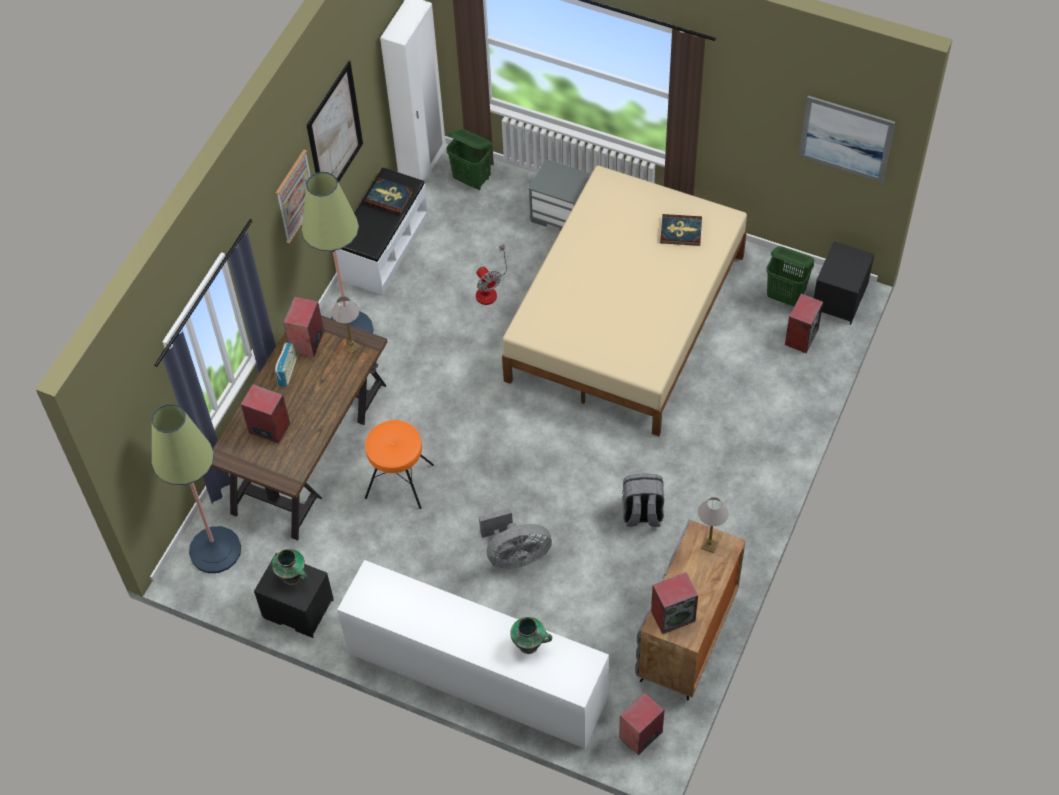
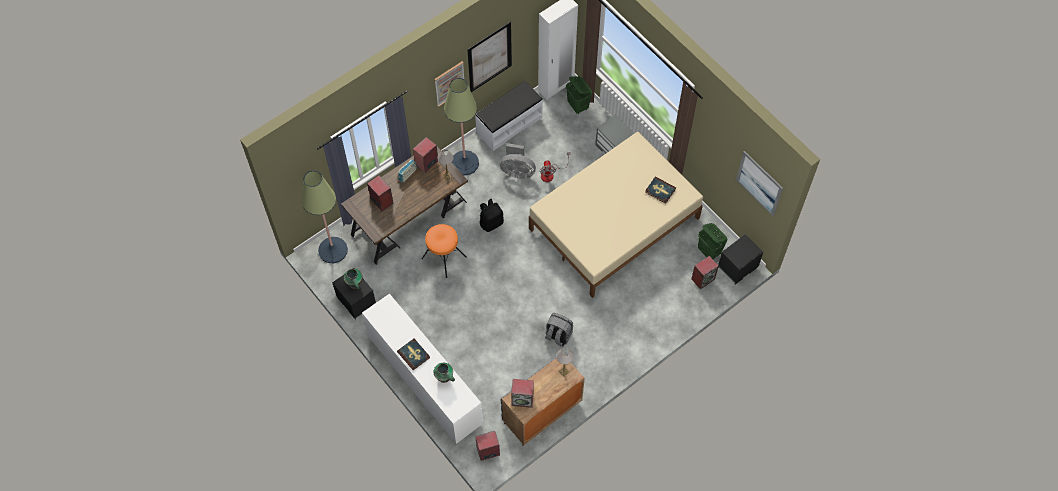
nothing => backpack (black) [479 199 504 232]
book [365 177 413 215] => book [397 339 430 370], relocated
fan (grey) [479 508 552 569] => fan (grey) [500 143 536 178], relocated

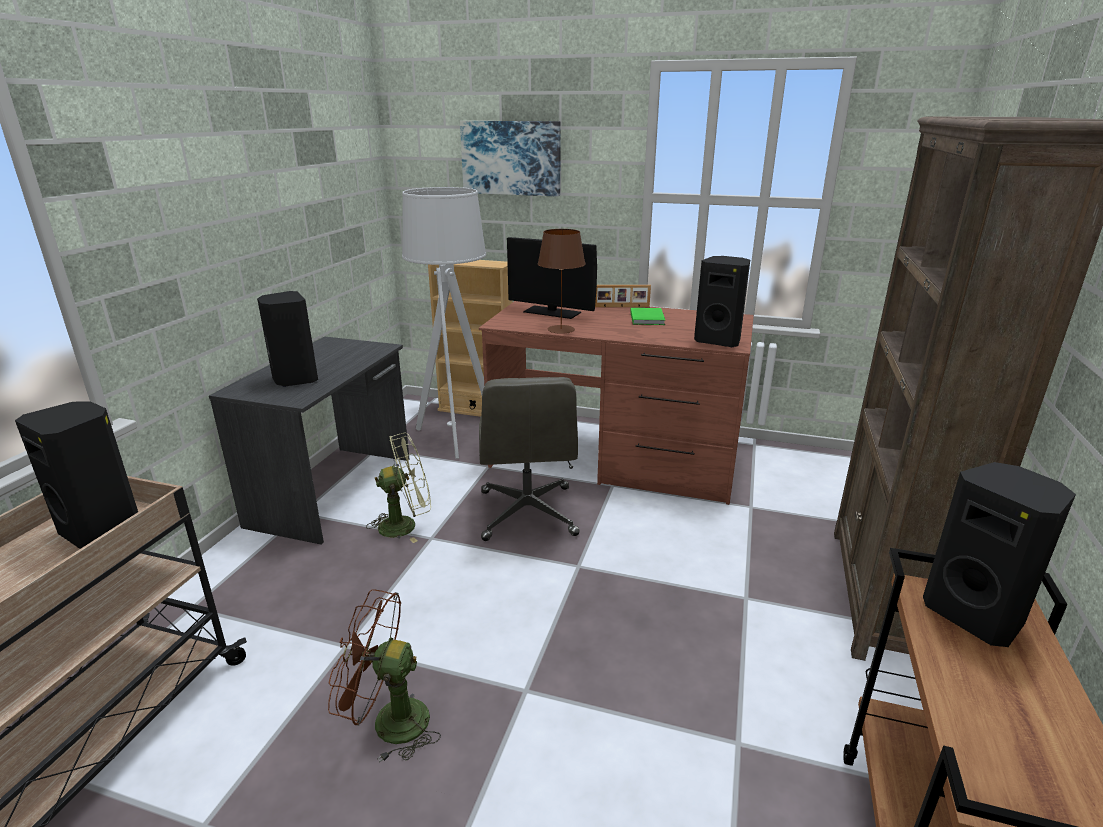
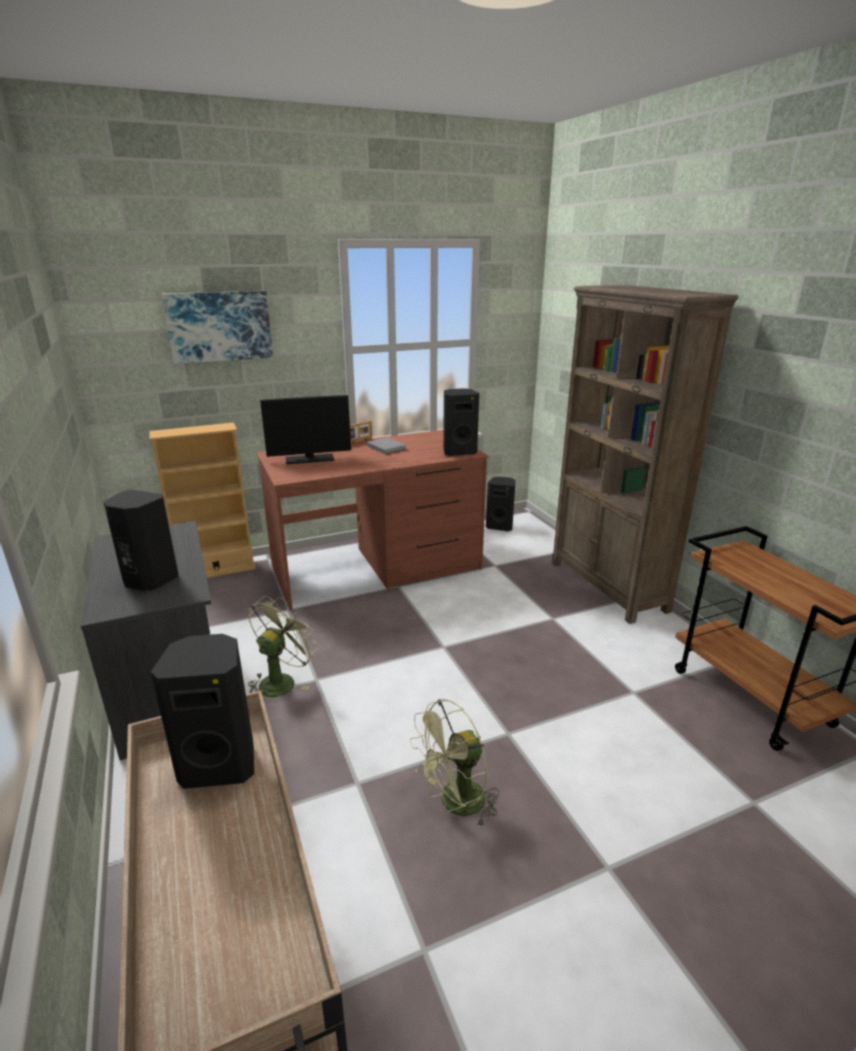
floor lamp (grey) [402 187 486 459] => nothing
office chair (grey) [479 377 580 541] => nothing
table lamp (brown) [538 229 586 334] => nothing
speaker (black) [923 462 1076 647] => speaker (black) [486 477 516 531], relocated
fan (brown) [328 589 441 762] => fan (green) [410 699 499 828]
book (green) [630 308 665 325] => book (grey) [367 438 407 454]

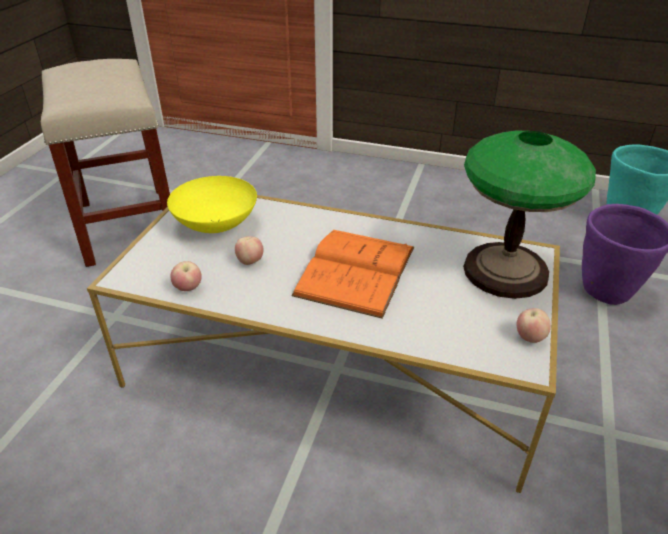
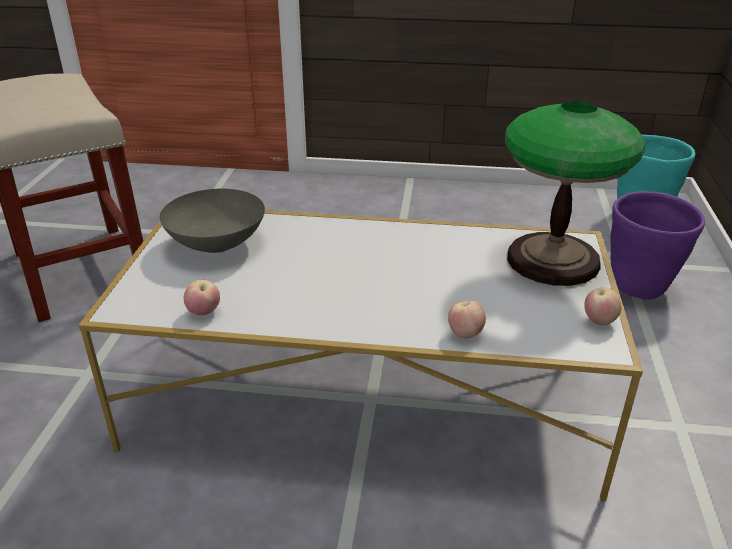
book (orange) [292 230 414 319] => nothing
apple [235 236 263 265] => apple [448 301 486 339], relocated
bowl (yellow) [167 176 257 233] => bowl (grey) [160 189 265 253]

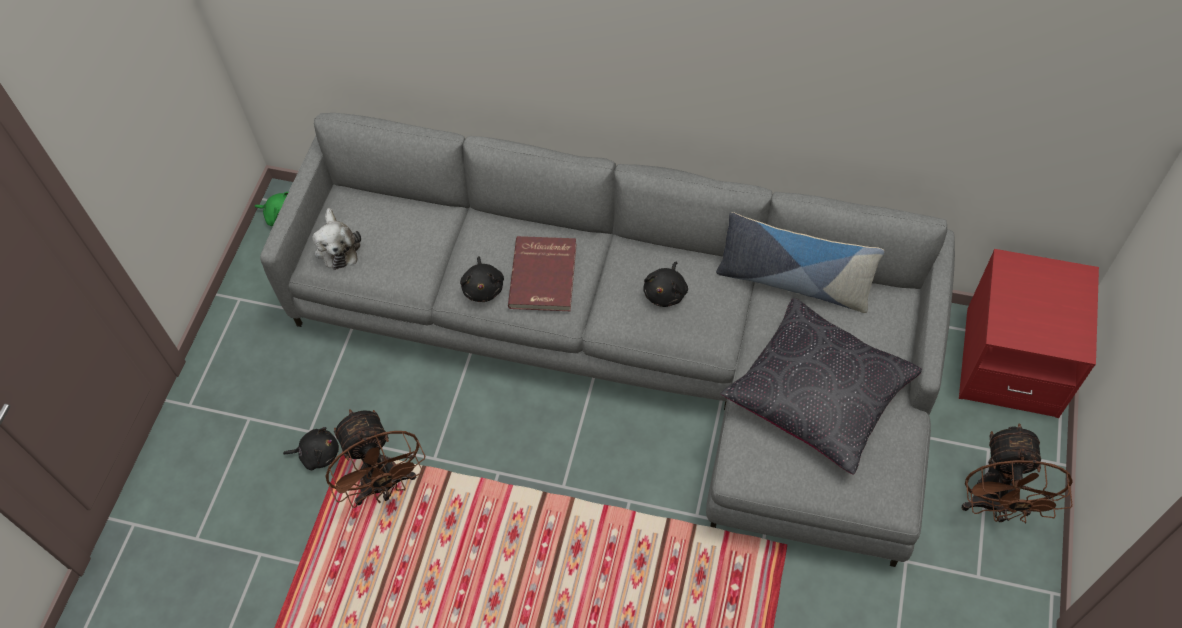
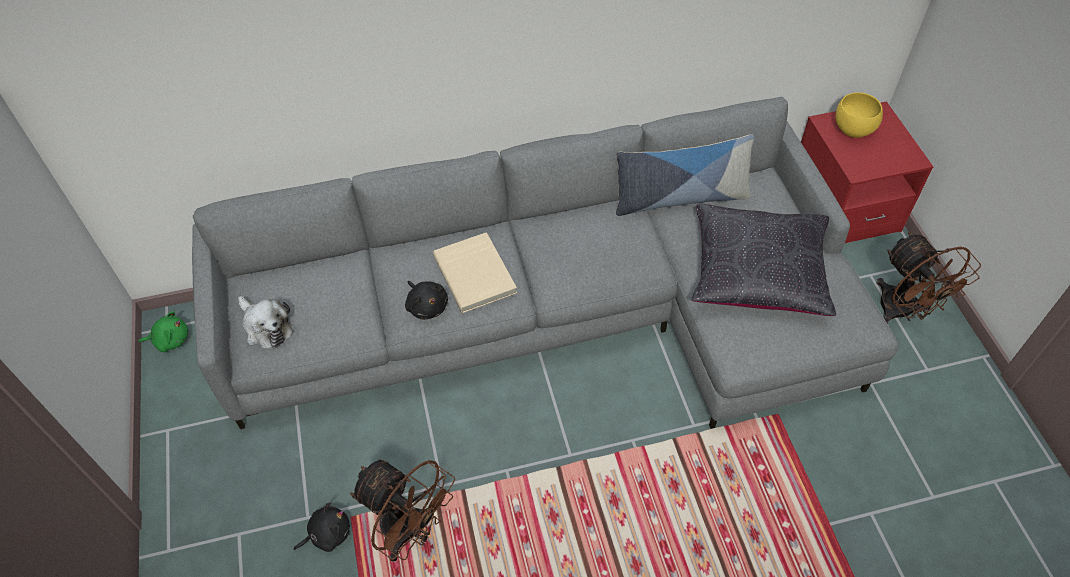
plush toy (black) [644 262 688 307] => nothing
nothing => bowl (yellow) [836 92 883 138]
book (red) [508 236 576 311] => book (beige) [433 232 517 313]

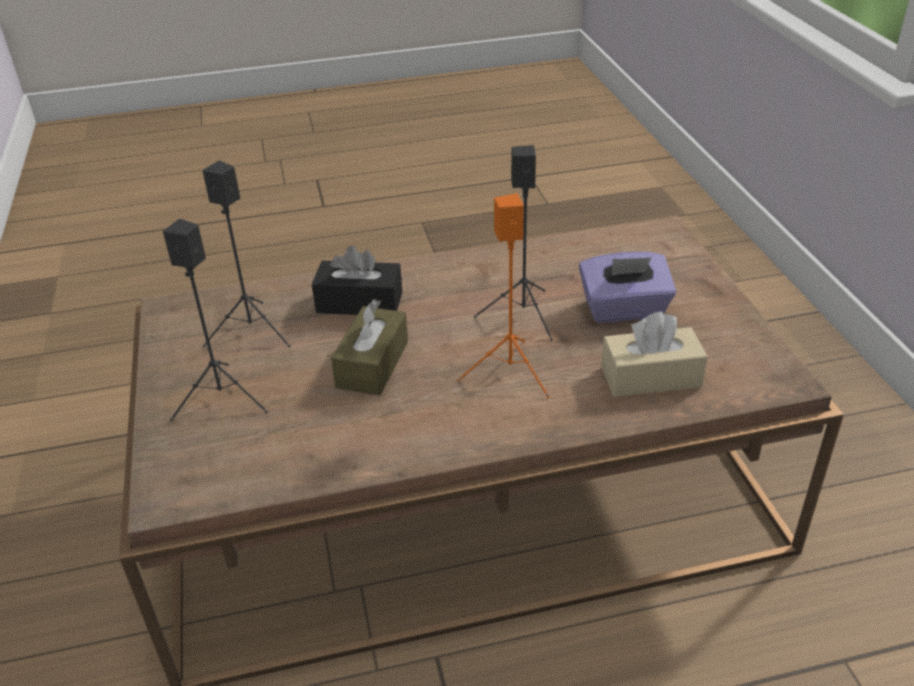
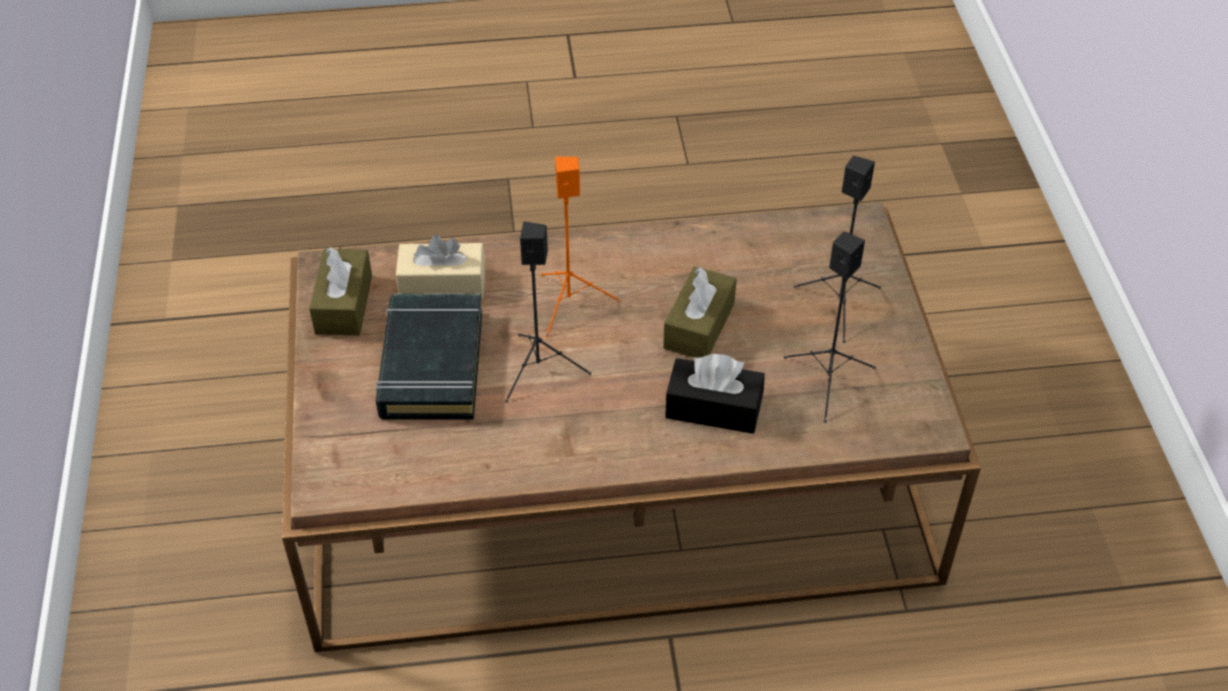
nothing => tissue box (brown) [309 247 372 335]
tissue box (purple) [579 252 676 323] => book (black) [375 294 482 420]

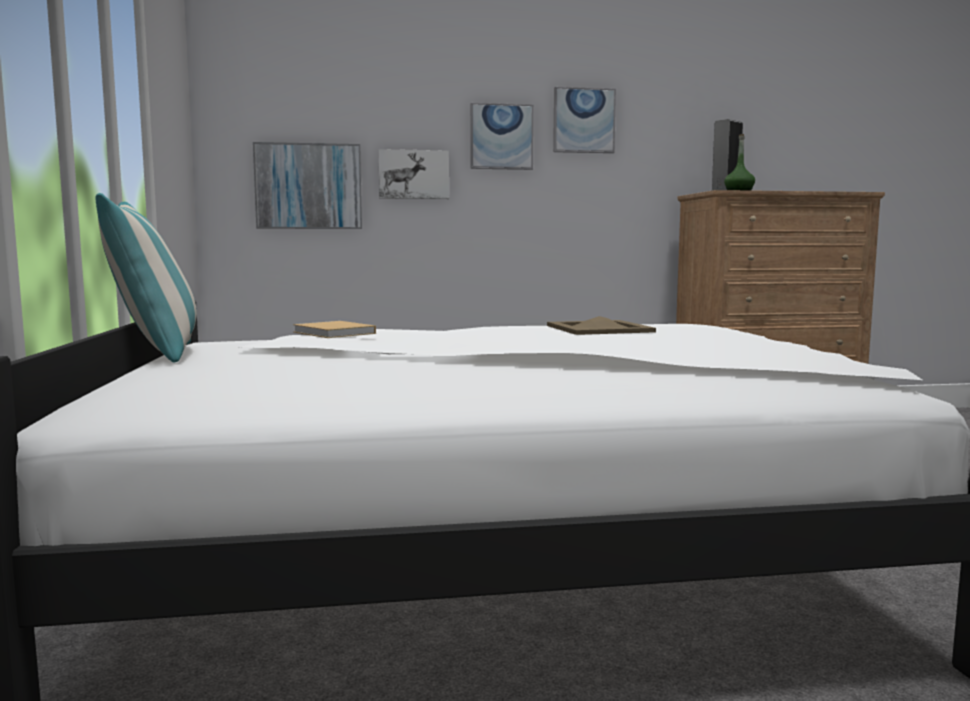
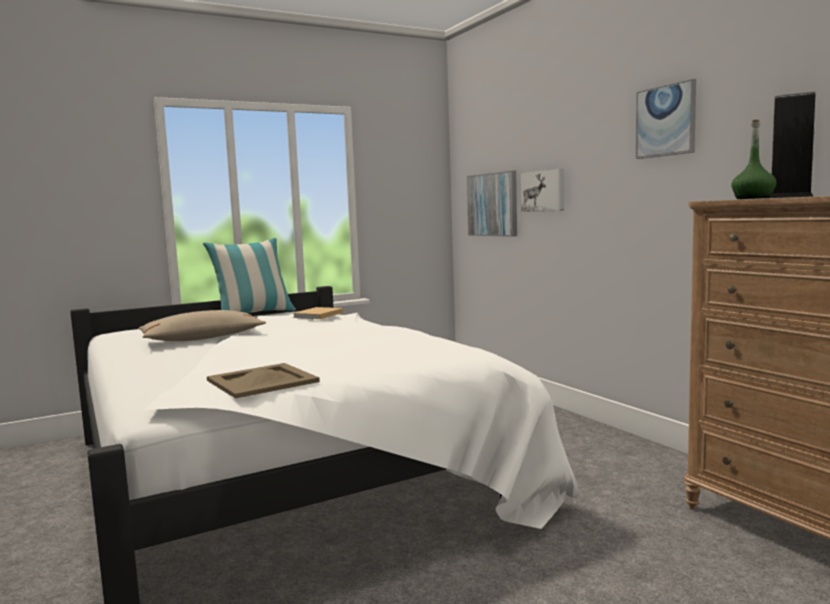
picture [470 103 534 170] => nothing
nothing => pillow (beige) [138 310 266 341]
tray (beige) [547 316 656 335] => tray (beige) [207 363 320 399], relocated

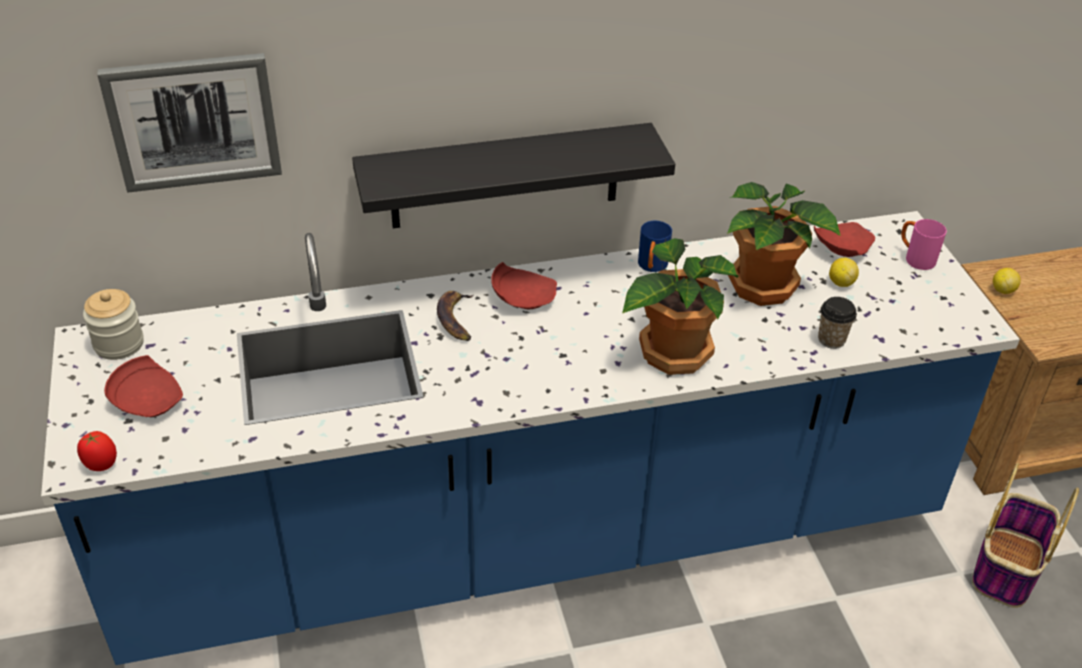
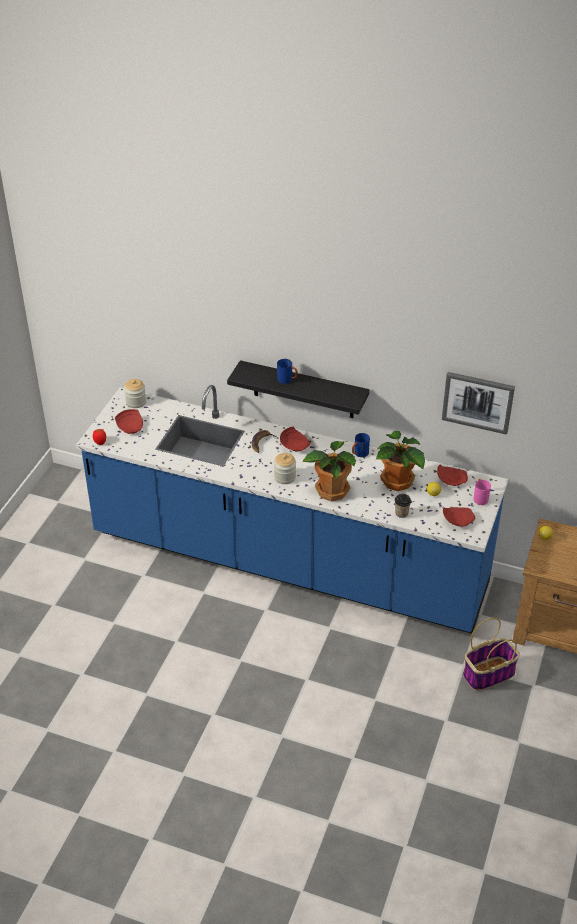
nothing => jar [274 453 296 484]
nothing => mug (blue) [277 359 298 384]
nothing => plate (red) [443 507 475 527]
picture [97 53 282 193] => picture [442 372 515 435], relocated

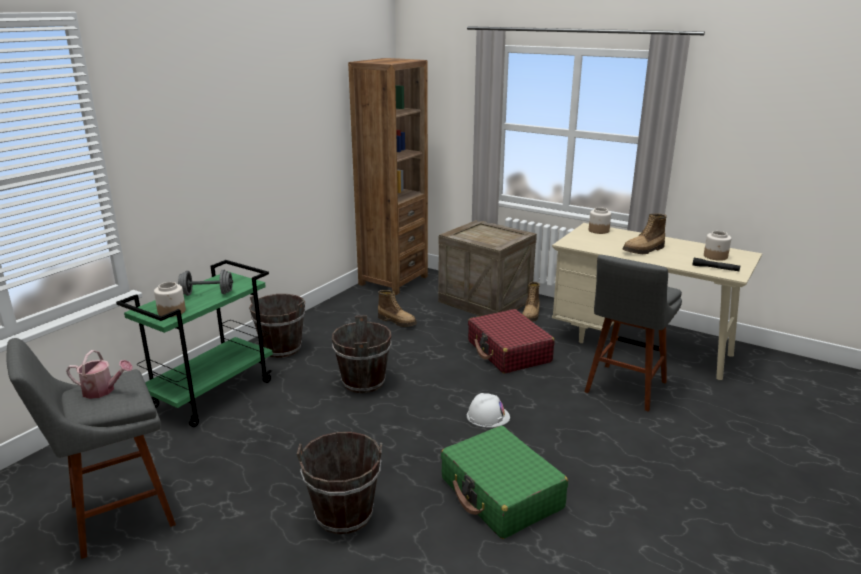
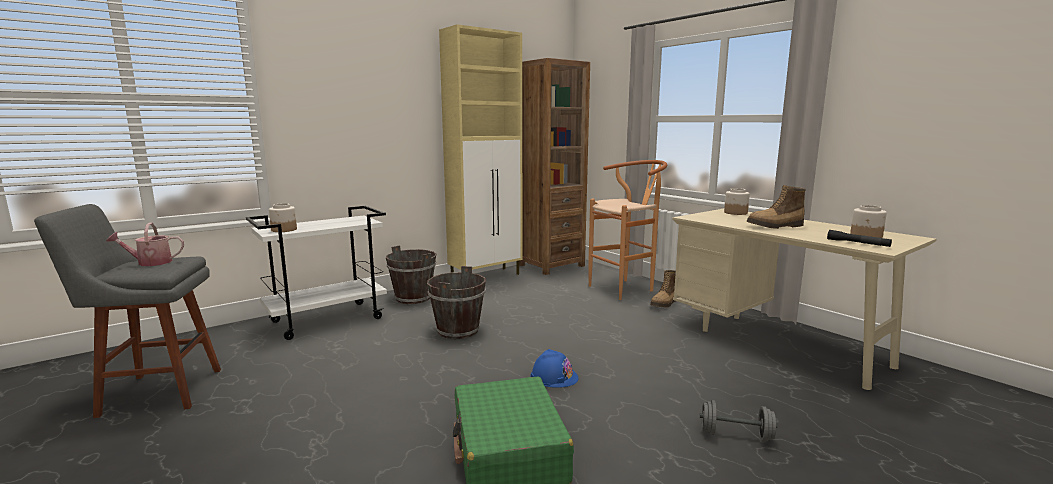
bucket (brown) [297 432 382 534] => nothing
boot [378 290 417 327] => nothing
suitcase (red) [468 309 555 374] => nothing
stool (grey) [585 255 682 412] => nothing
nothing => cabinet (beige) [439 24 523 275]
dumbbell (grey) [178 270 233 296] => dumbbell (grey) [700 400 777 442], relocated
crate [438 220 537 316] => stool (brown) [589 160 667 300]
cart (green) [116 260 273 427] => cart (white) [246 206 387 340]
hard hat (white) [467 393 510 427] => hard hat (blue) [530 349 579 388]
watering can [66 350 133 399] => watering can [106 222 184 266], 135 degrees clockwise

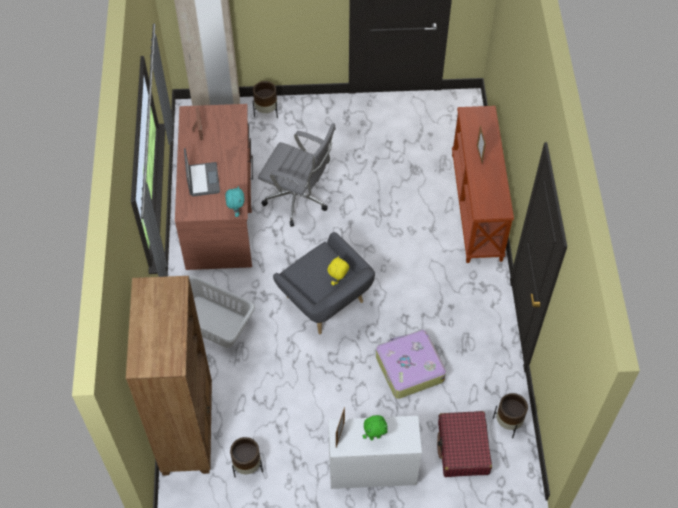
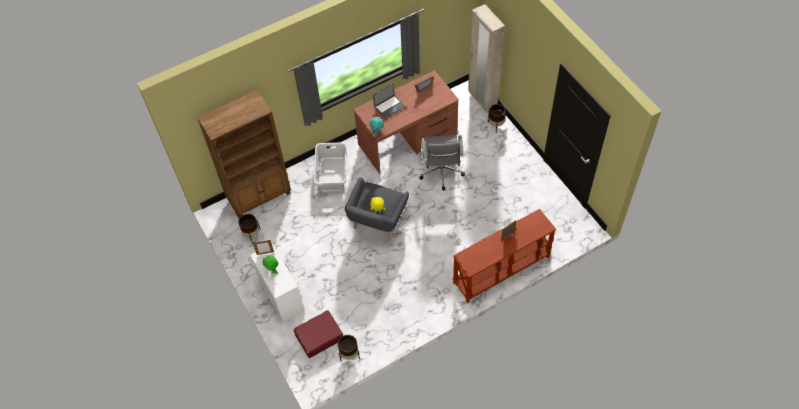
suitcase [376 329 446 399] => nothing

